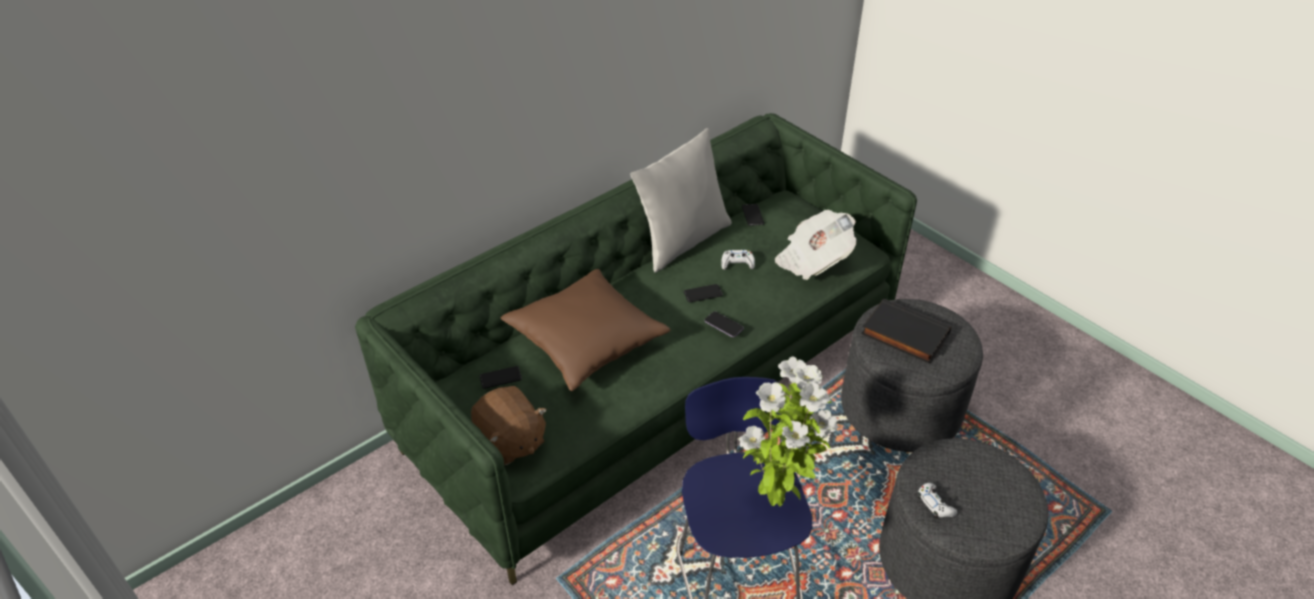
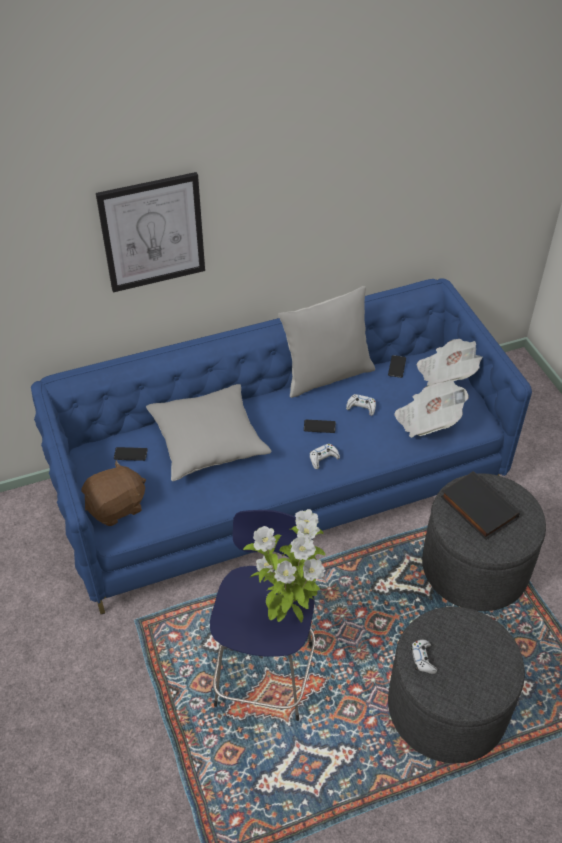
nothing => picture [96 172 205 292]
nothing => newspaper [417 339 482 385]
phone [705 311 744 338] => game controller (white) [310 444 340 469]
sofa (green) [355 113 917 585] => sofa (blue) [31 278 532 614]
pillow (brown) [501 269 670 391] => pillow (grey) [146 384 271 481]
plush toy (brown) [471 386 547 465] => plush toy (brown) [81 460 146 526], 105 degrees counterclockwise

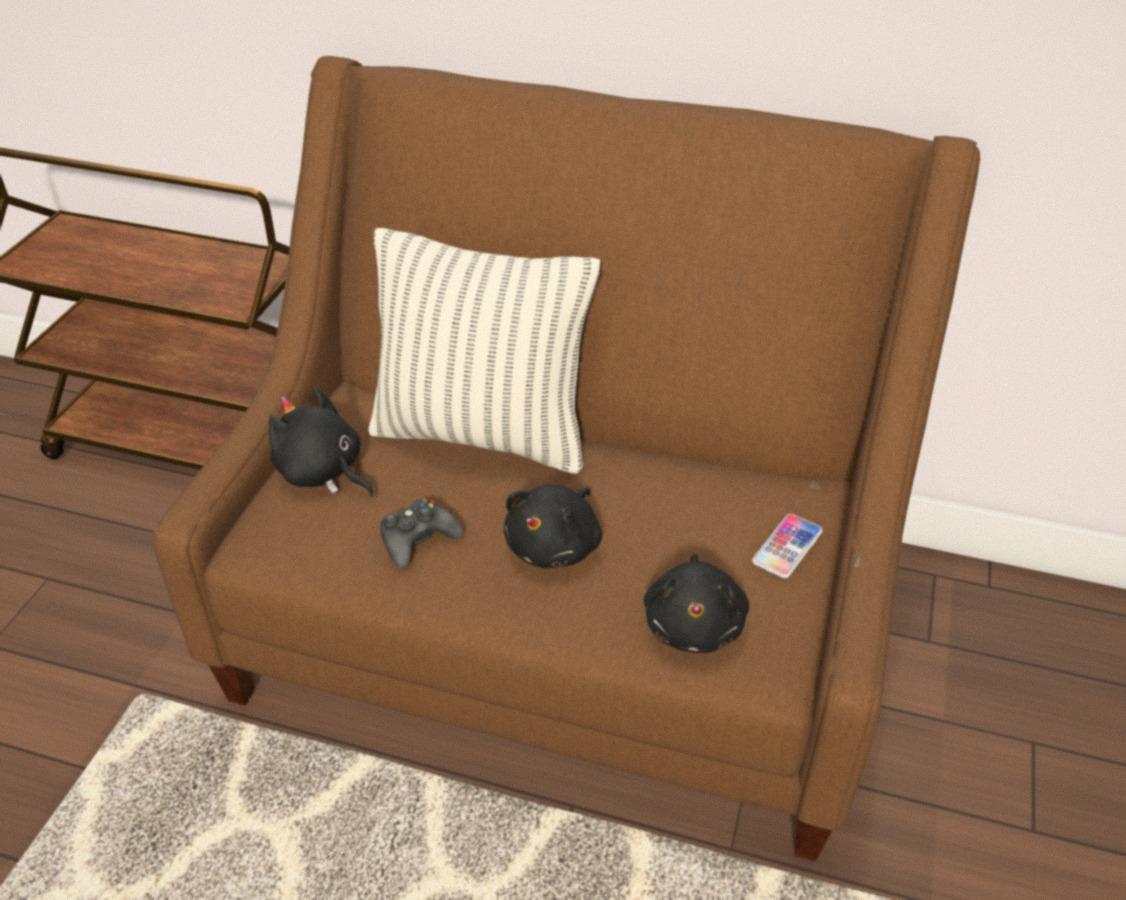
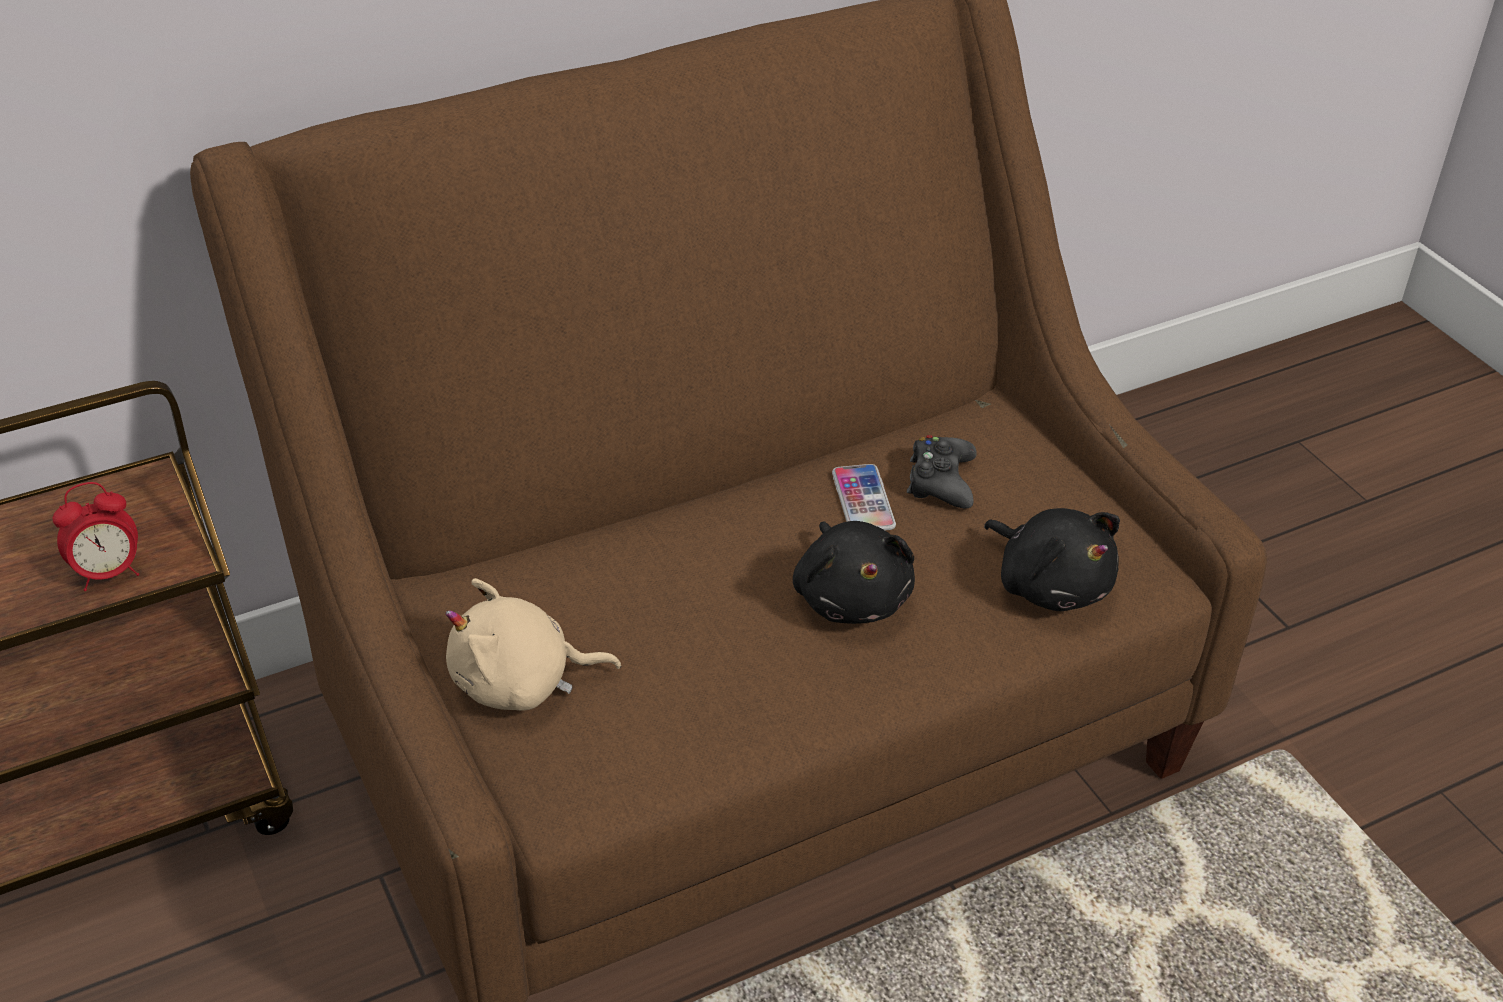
pillow [368 228 600 474] => nothing
nothing => alarm clock [52 482 139 591]
game controller (black) [381 499 464 568] => game controller (black) [907 435 977 508], relocated
phone [752 514 823 578] => phone [832 464 896 531], relocated
plush toy (black) [269 387 374 497] => plush toy (beige) [445 578 621 711]

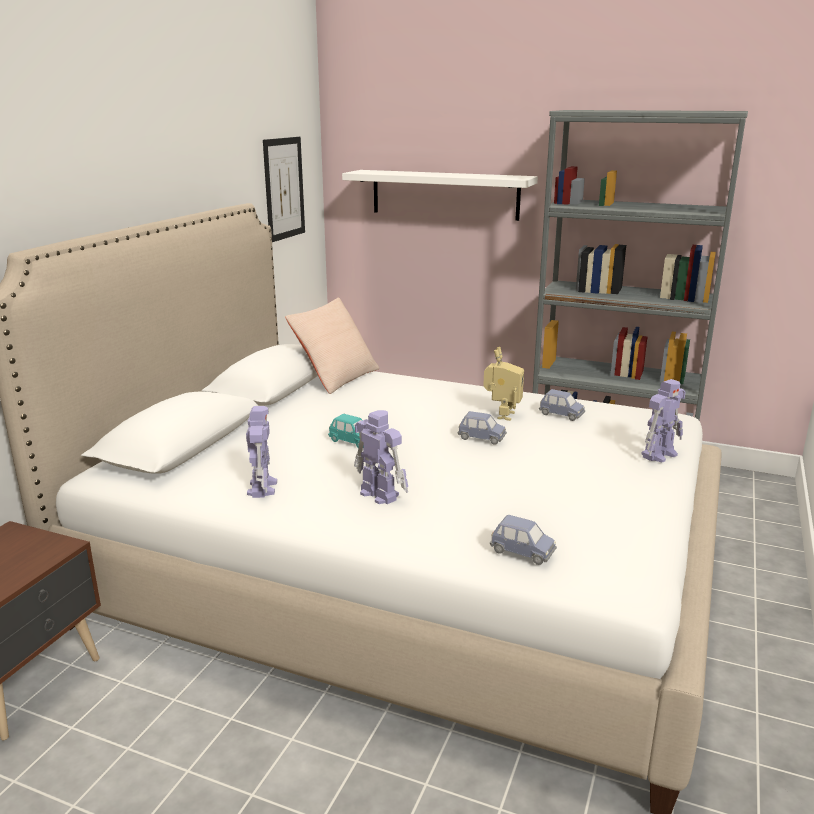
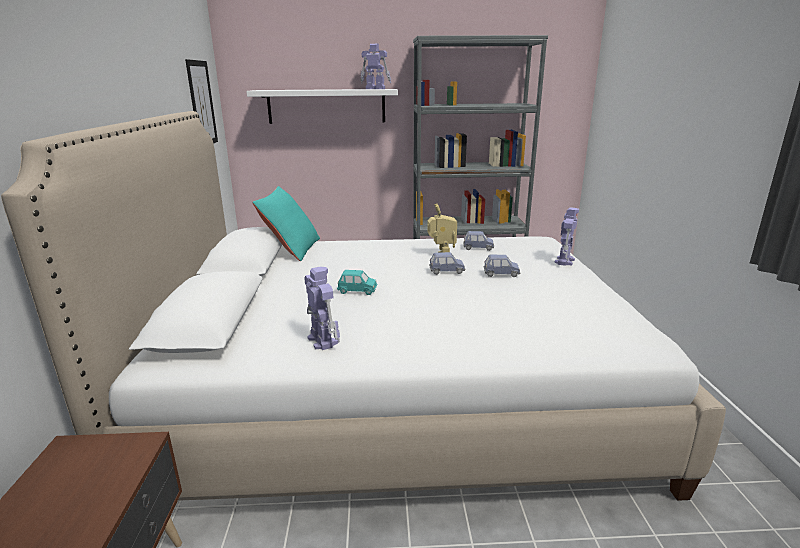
toy robot [354 410 408 504] => toy robot [361 44 391 89], relocated
toy car (blue) [490 515 557 565] => toy car (blue) [483 255 520 277], relocated
pillow (beige) [285 298 380 394] => pillow (turquoise) [252 186 320 261]

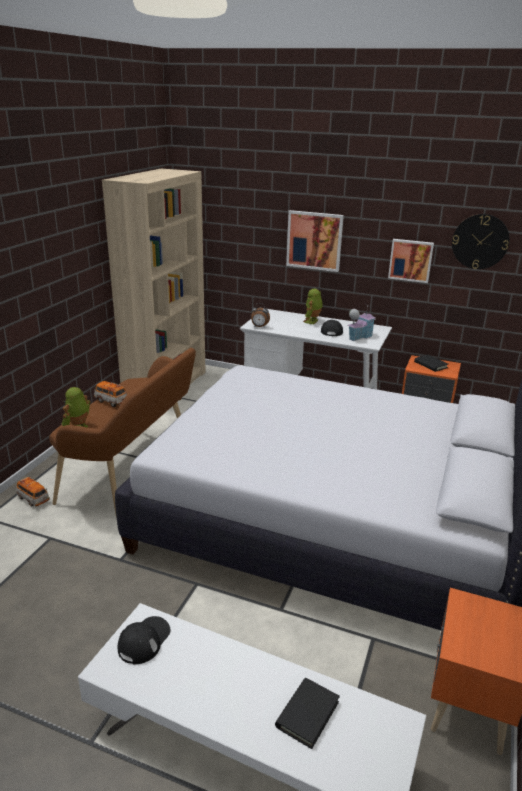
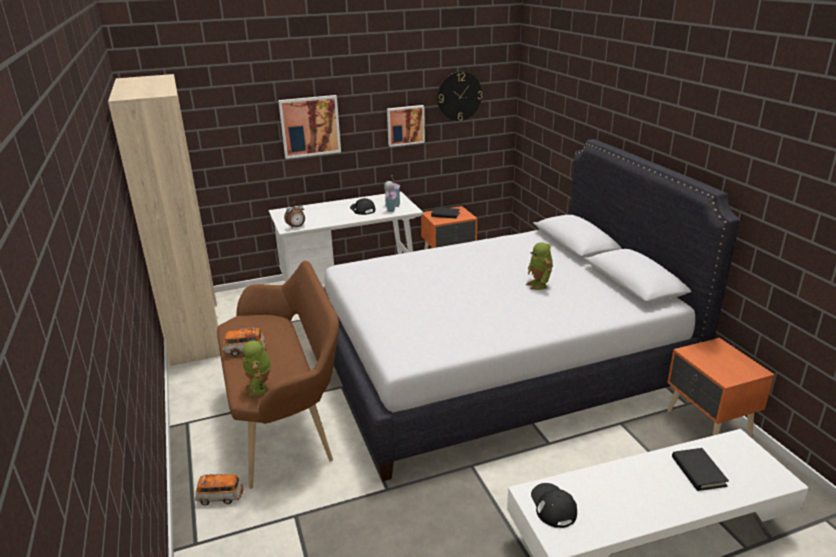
toy robot [303 288 323 324] => toy robot [526 242 553 290], relocated

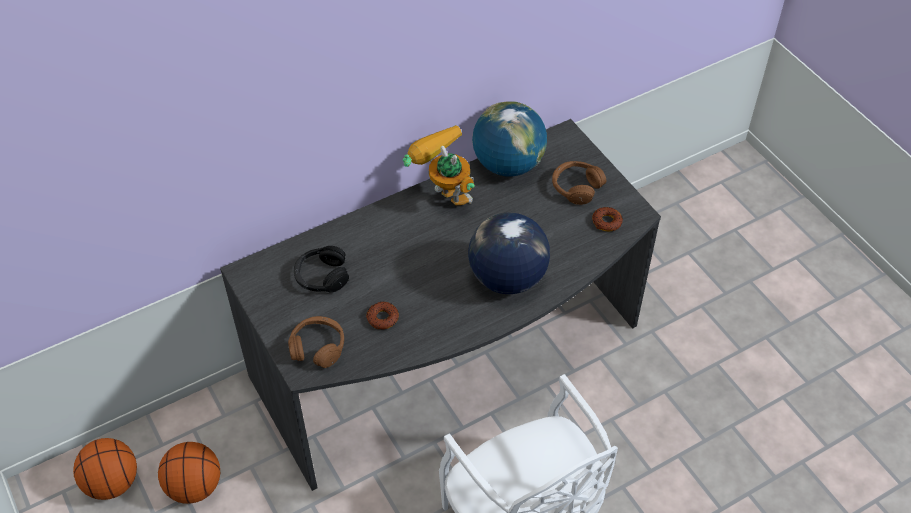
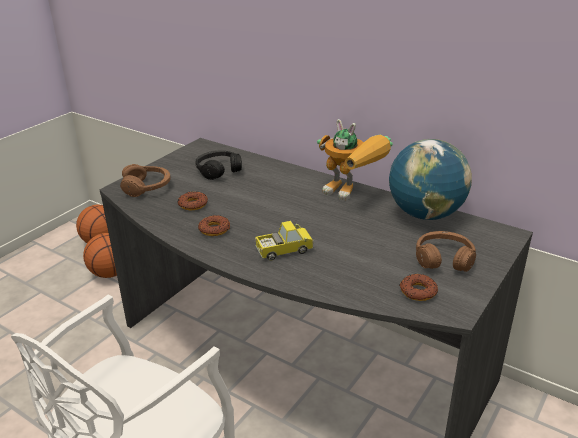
nothing => donut [198 215 230 236]
globe [468 213 550 294] => toy truck [255 221 314 260]
toy robot [403 125 475 205] => toy robot [317 119 393 201], 105 degrees clockwise

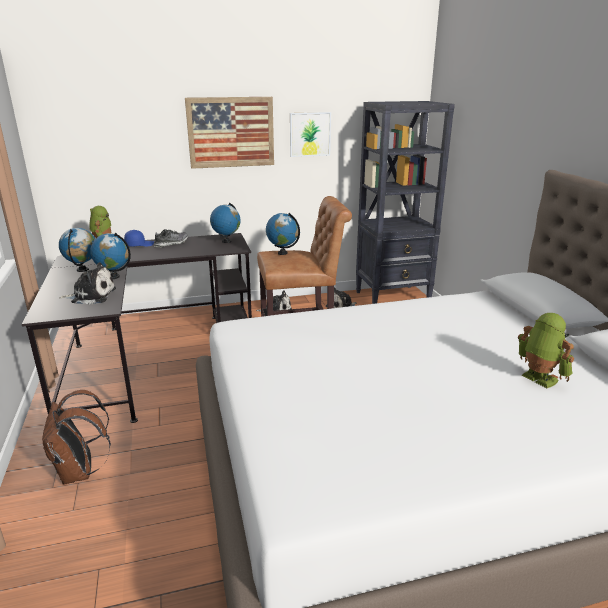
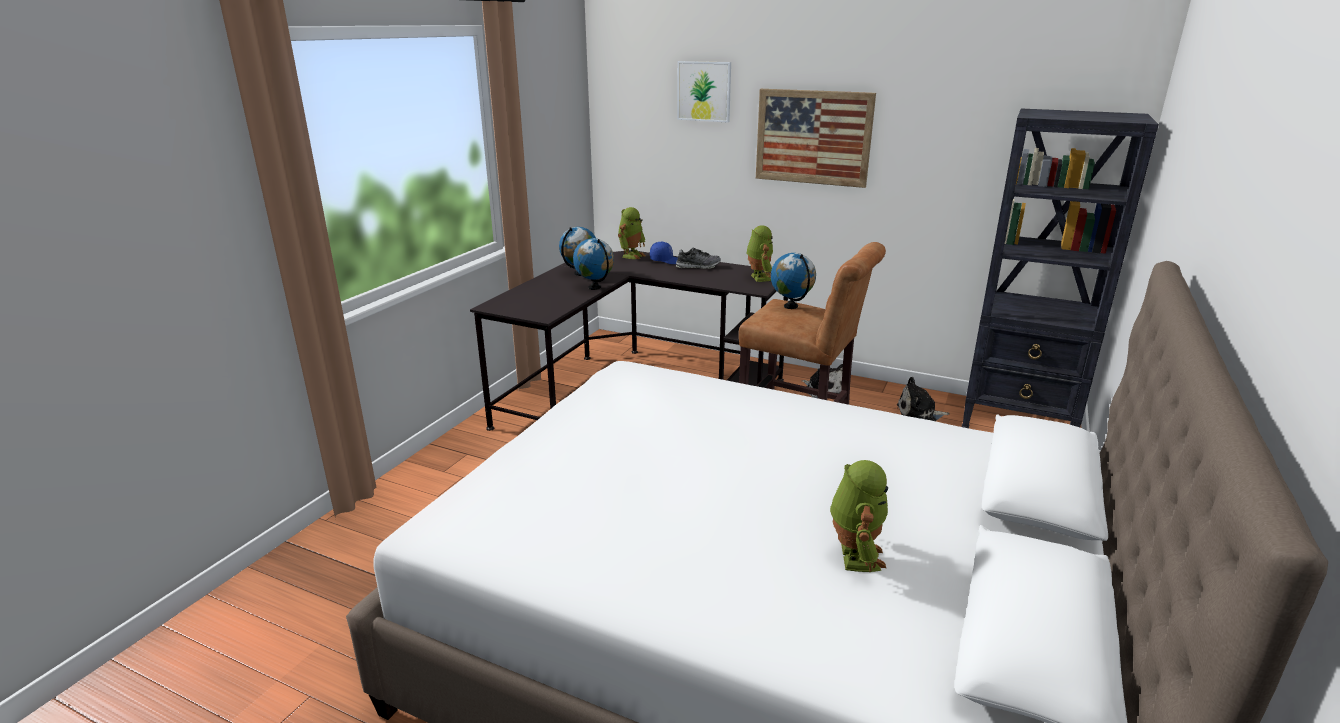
backpack (brown) [42 390 111 485] => nothing
plush toy [59 262 116 305] => nothing
picture [290 112 331 157] => picture [677 61 731 122], relocated
globe [210 203 241 243] => toy robot [746 225 773 282]

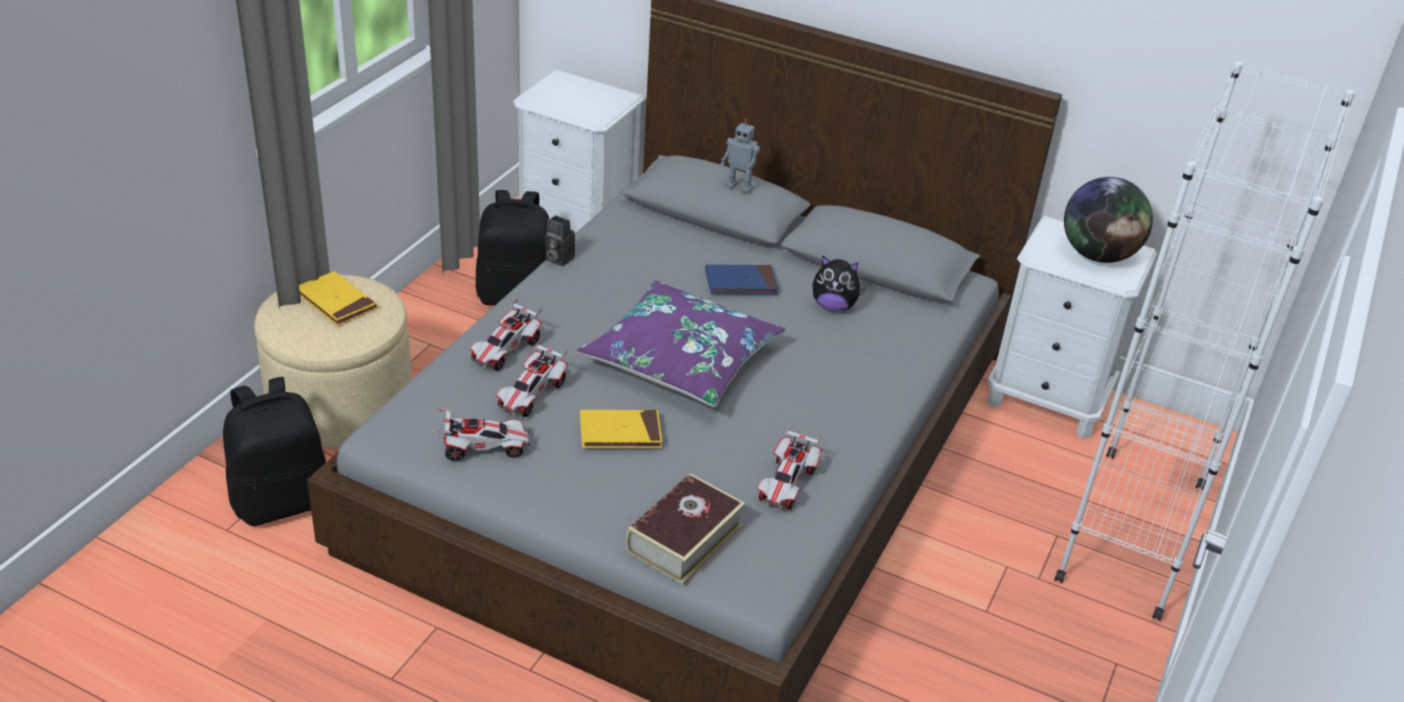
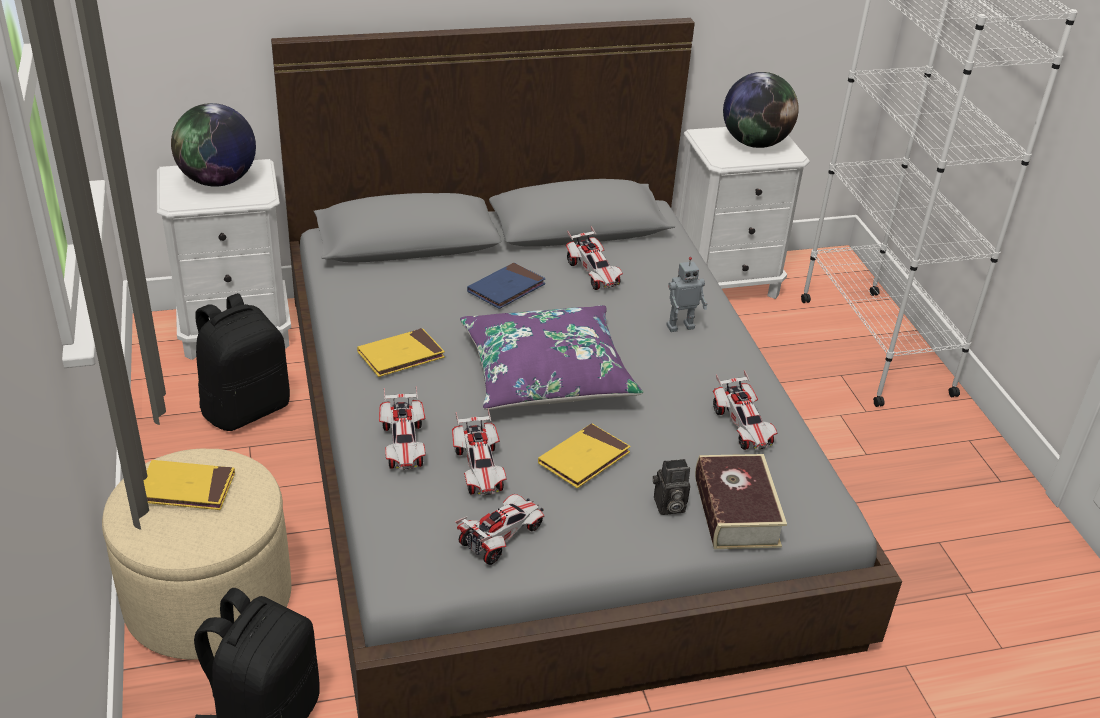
nothing => globe [171 103 256 187]
nothing => book (yellow) [357 328 445 377]
photo camera [546 215 575 266] => photo camera [653 459 690 515], relocated
toy robot [721 119 760 194] => toy robot [667 257 708 332], relocated
plush toy [812 256 866 312] => toy car [566 226 623 290]

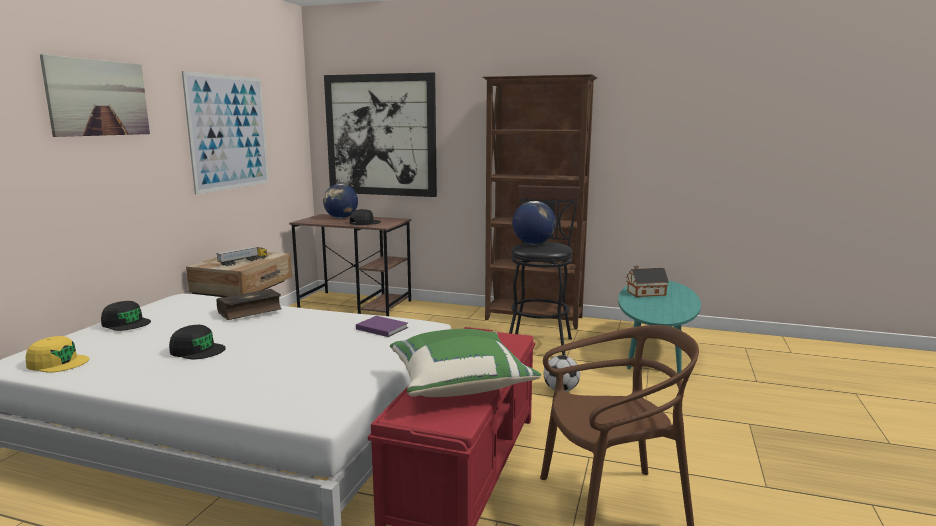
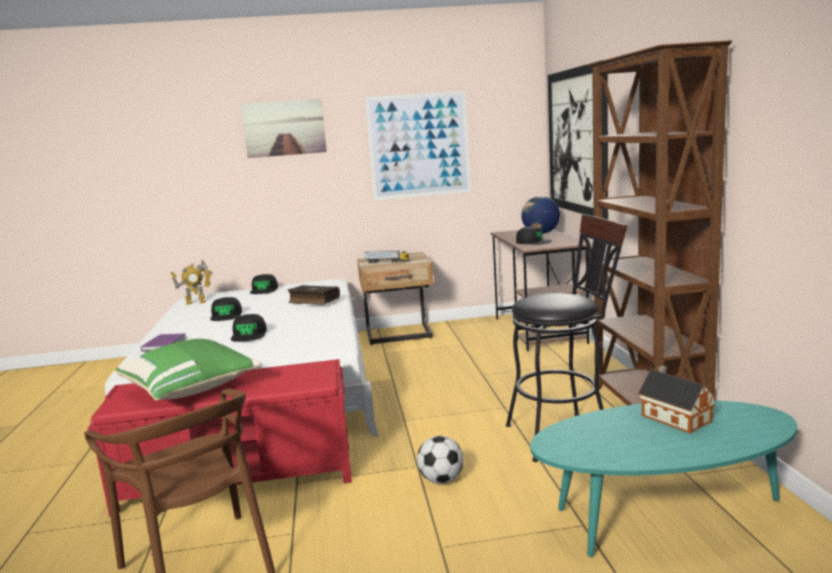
globe [512 201 556 244] => nothing
nothing => cap (black) [231 314 267 342]
book (purple) [356 316 408 337] => book (purple) [141 333 186 351], relocated
cap (yellow) [25 336 89 373] => toy robot [171 260 213 305]

